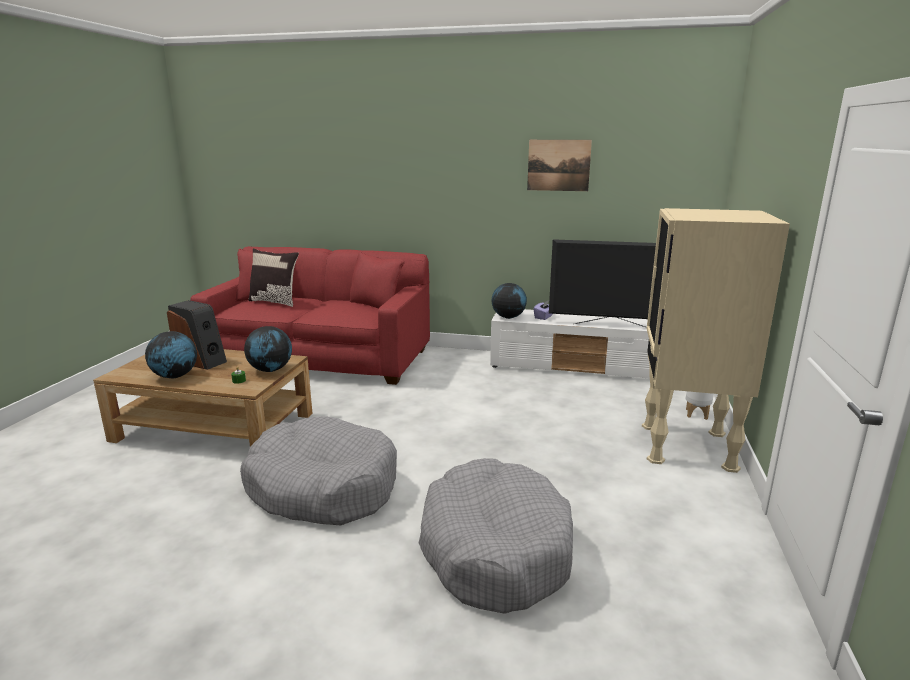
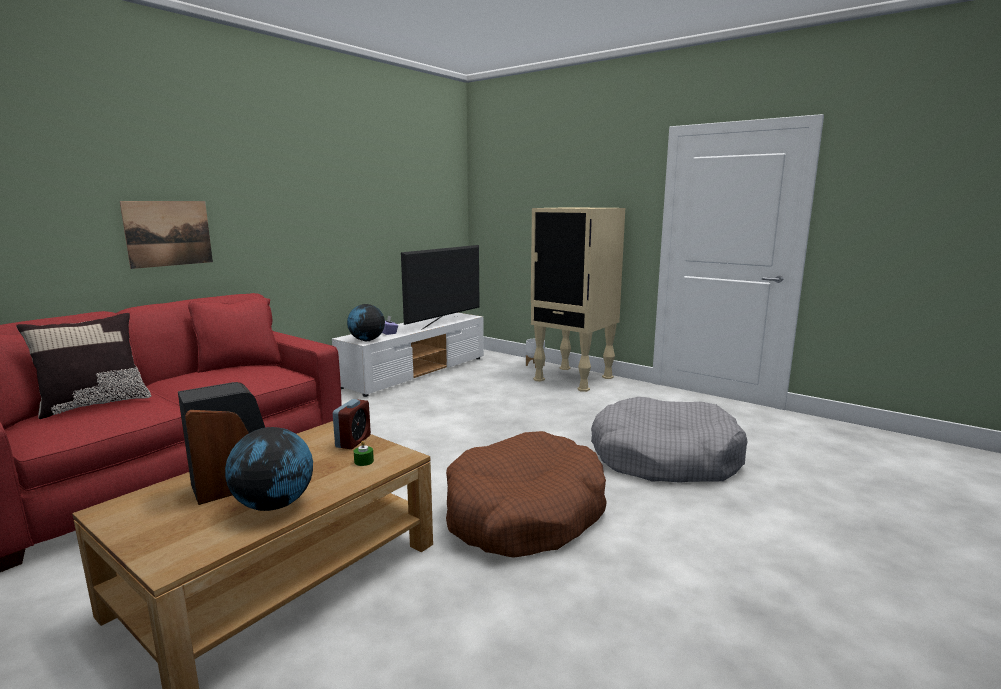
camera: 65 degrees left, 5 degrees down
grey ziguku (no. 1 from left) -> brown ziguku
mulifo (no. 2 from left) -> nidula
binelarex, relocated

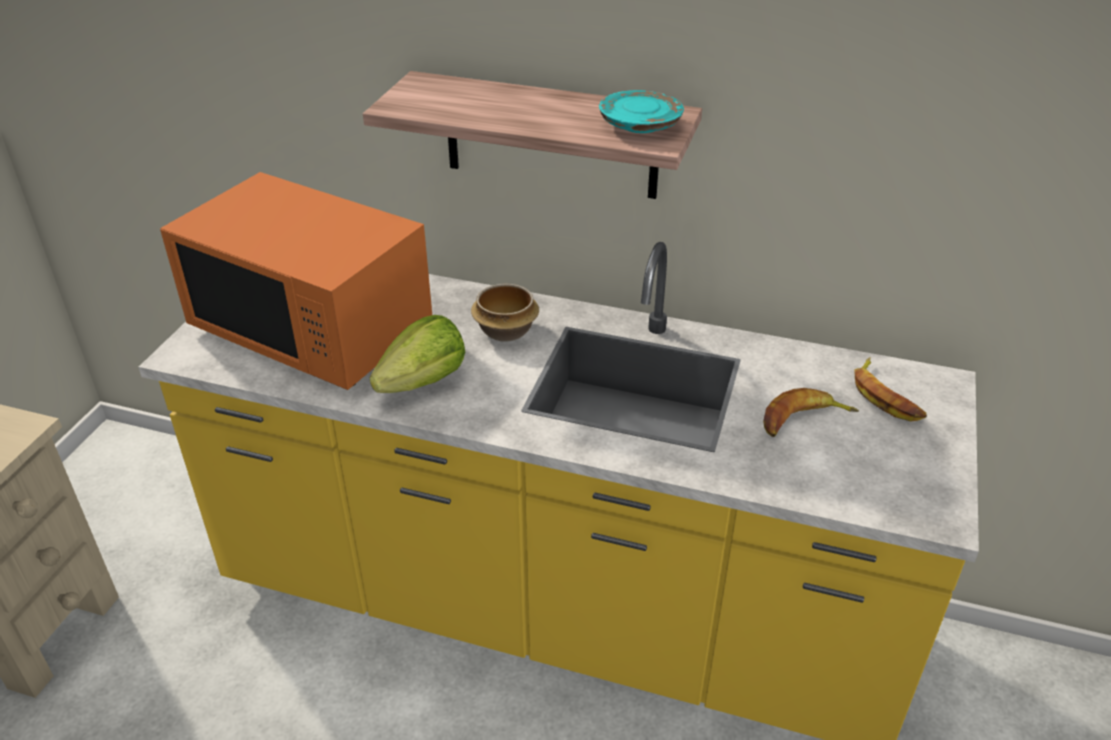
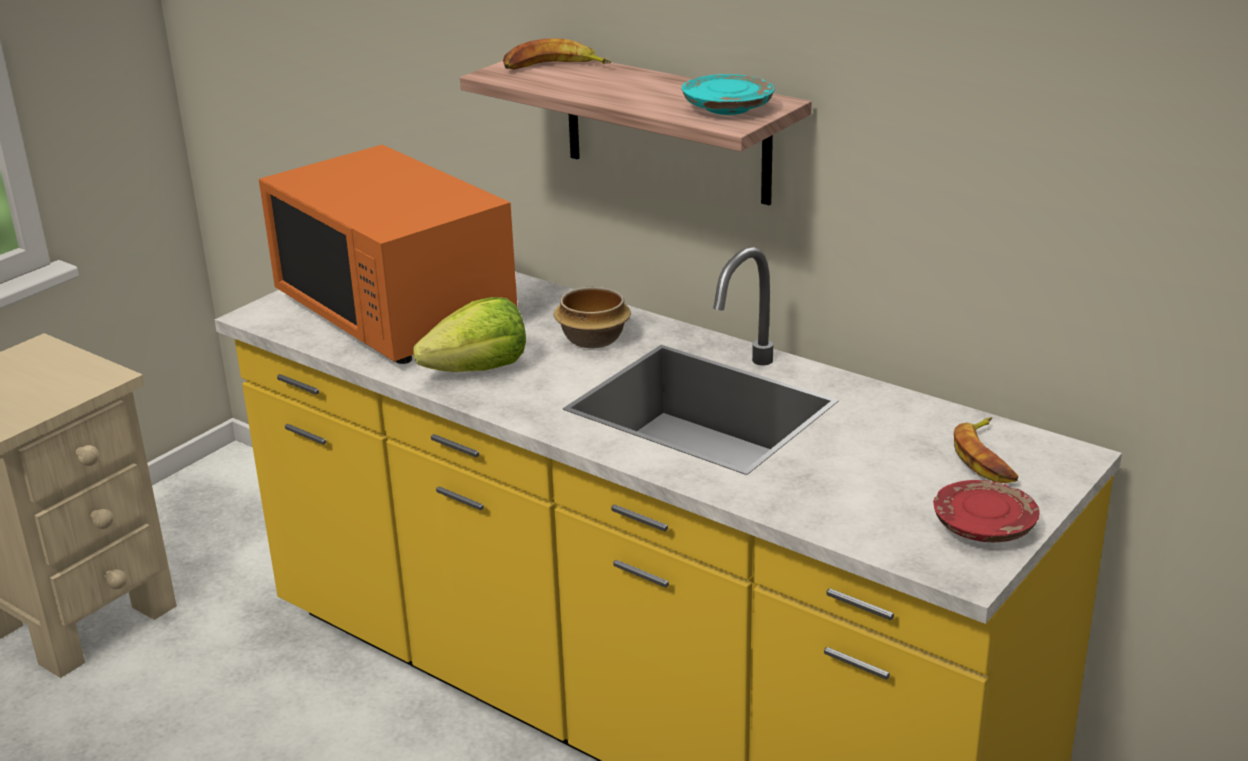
camera: 20 degrees right, 10 degrees down
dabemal (no. 1 from left), relocated
none -> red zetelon

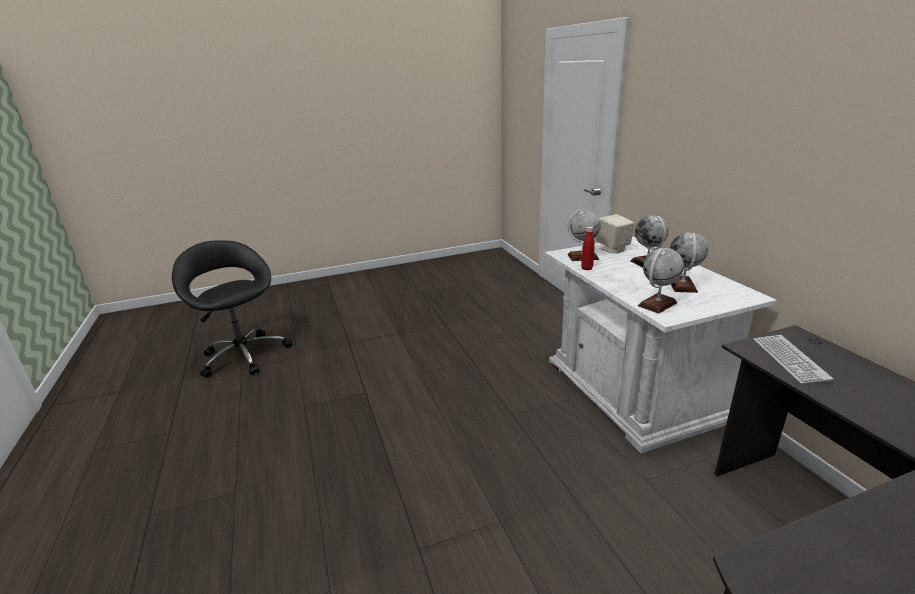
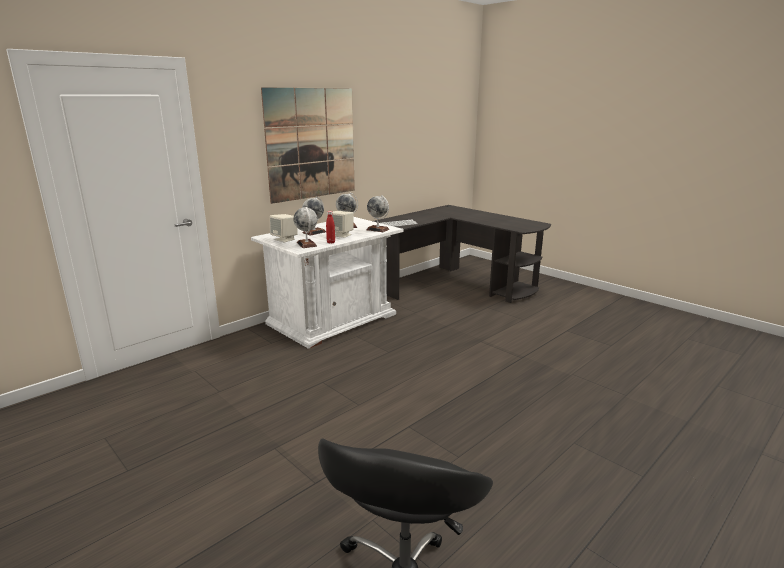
camera: 115 degrees left, 5 degrees down
none -> binelarex
none -> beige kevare (no. 2 from left)

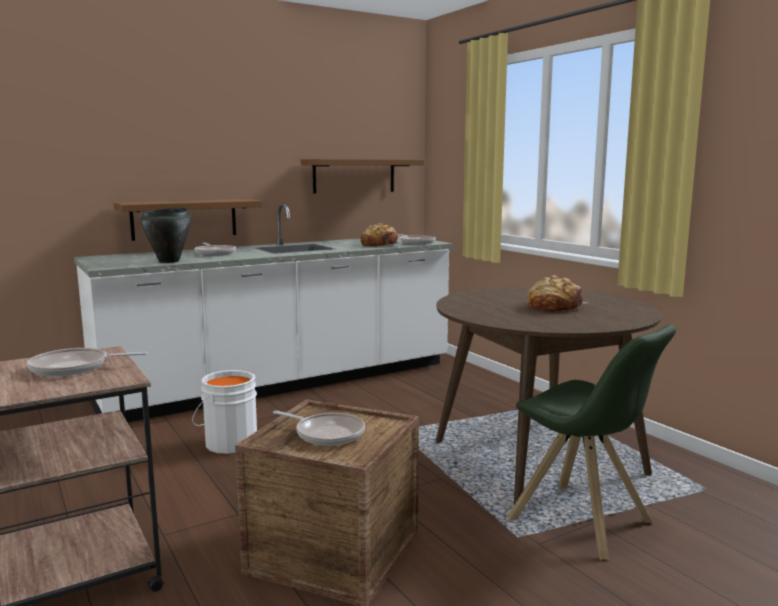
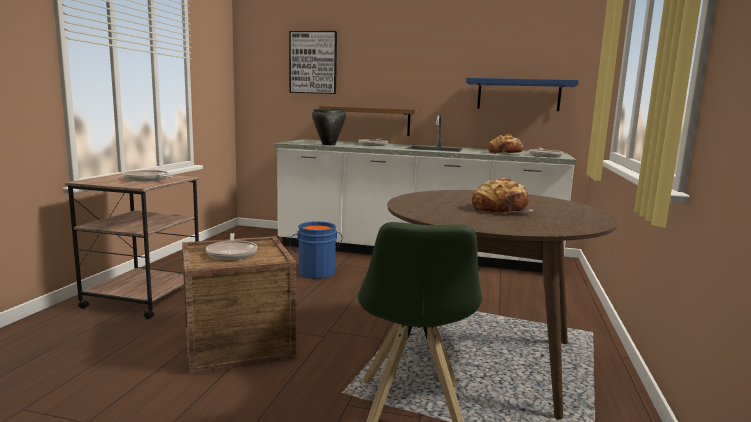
camera: 45 degrees right, 0 degrees up
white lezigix -> blue lezigix
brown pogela (no. 2 from left) -> blue pogela
none -> binelarex

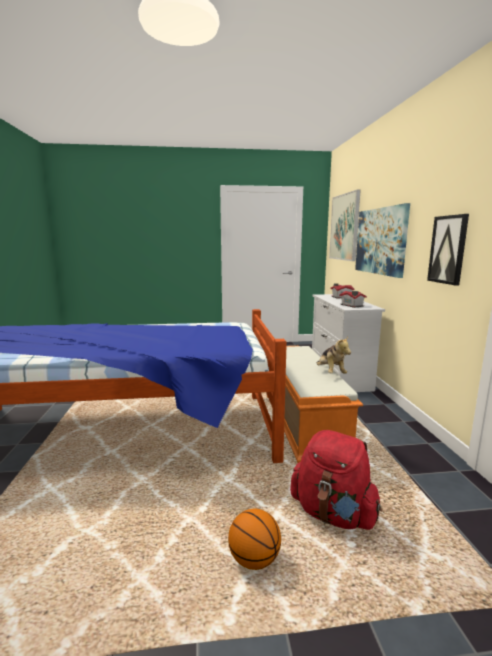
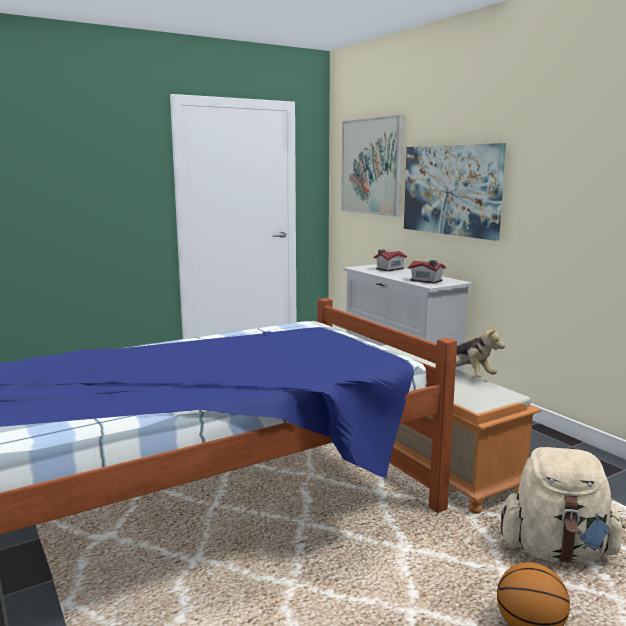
camera: 25 degrees left, 0 degrees up
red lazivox -> beige lazivox
binelarex (no. 3 from left) -> none

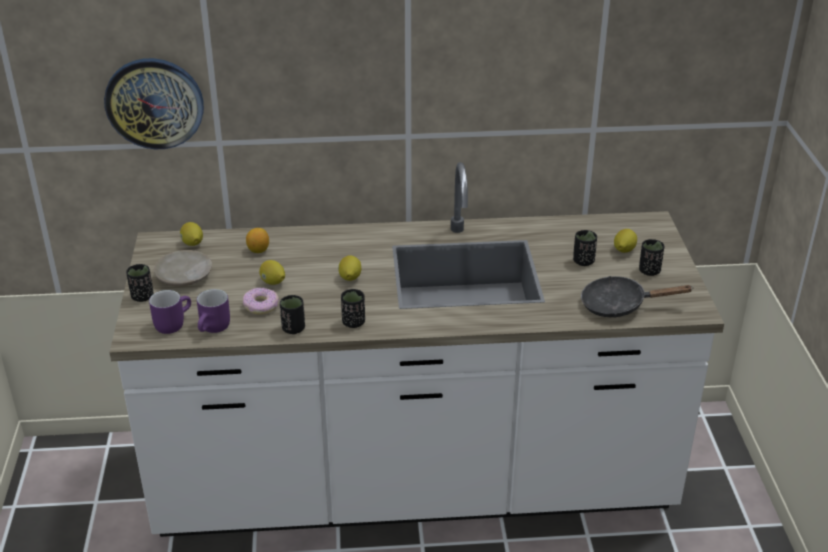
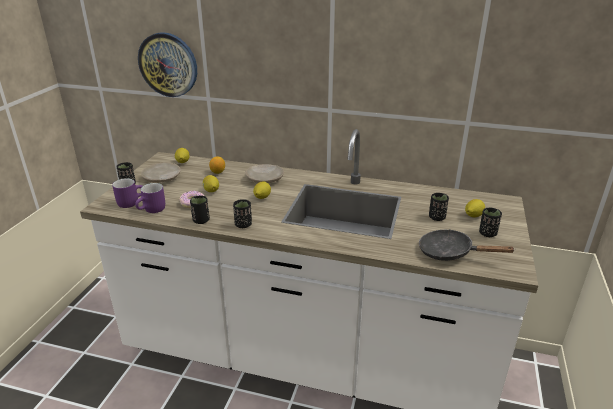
camera: 20 degrees right, 5 degrees down
none -> beige zetelon (no. 2 from left)

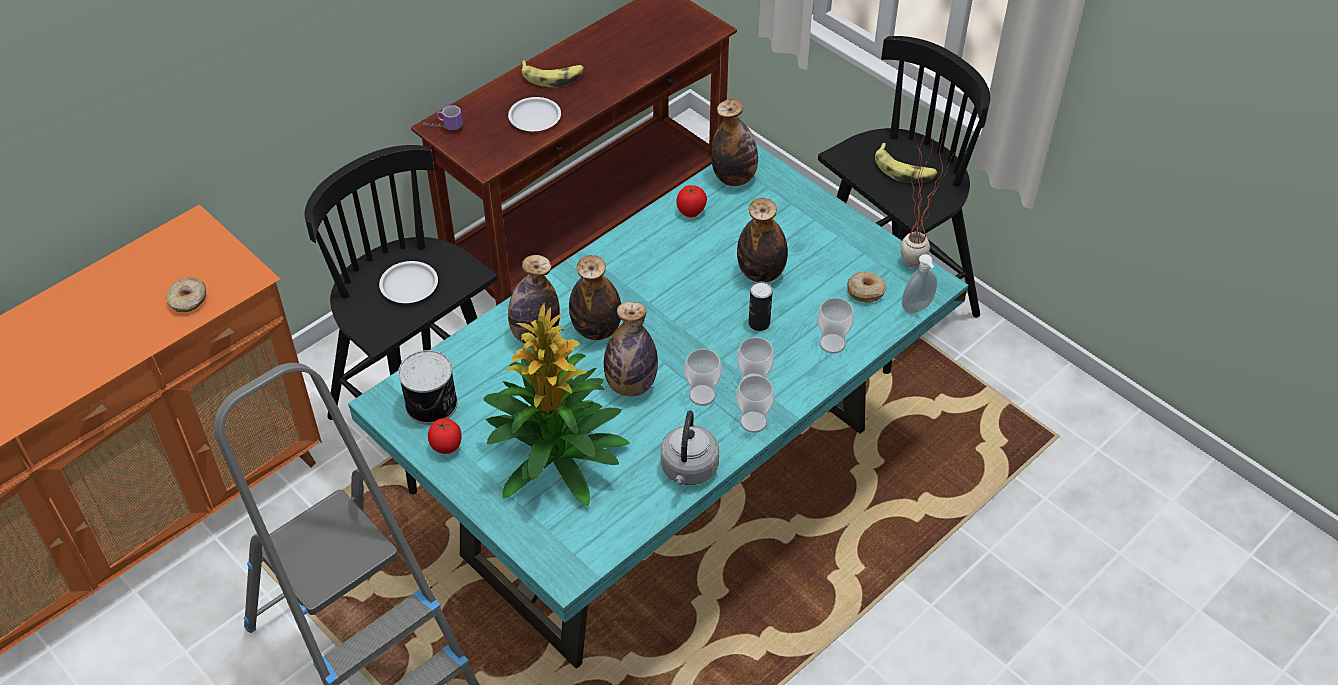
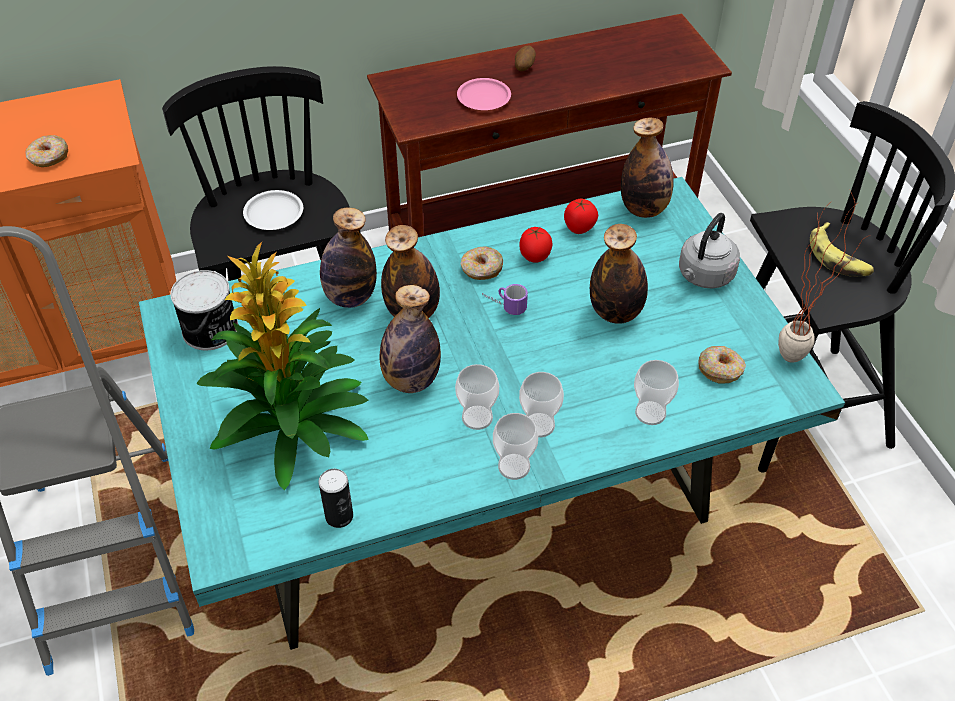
camera: 25 degrees right, 0 degrees up
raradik, relocated
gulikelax (no. 1 from left), relocated
white zetelon (no. 2 from left) -> pink zetelon
dabemal (no. 1 from left) -> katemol
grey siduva, relocated
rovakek (no. 2 from left), relocated
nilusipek -> none
none -> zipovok (no. 2 from left)

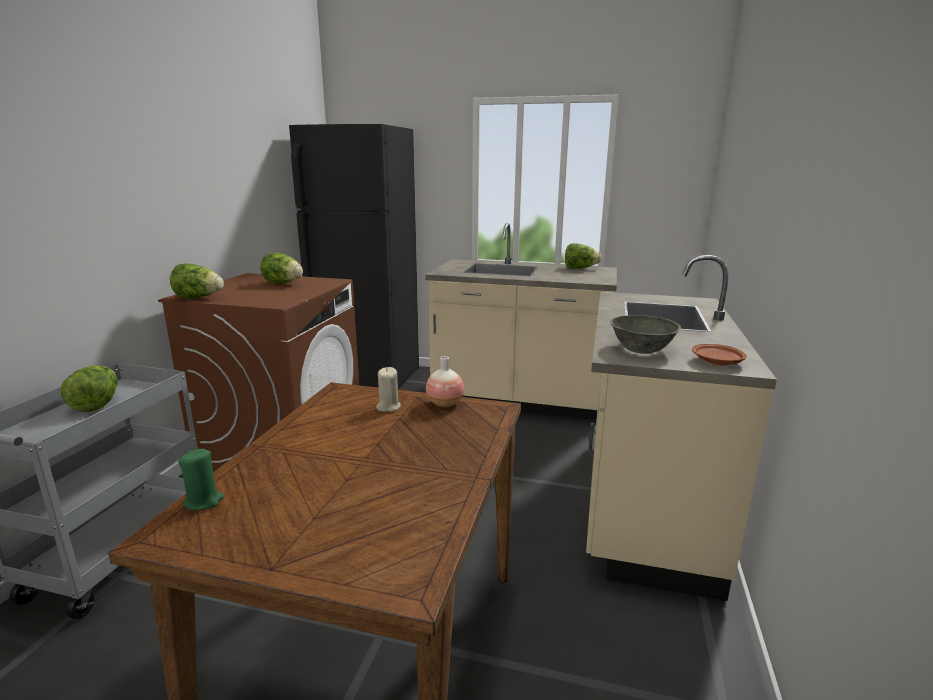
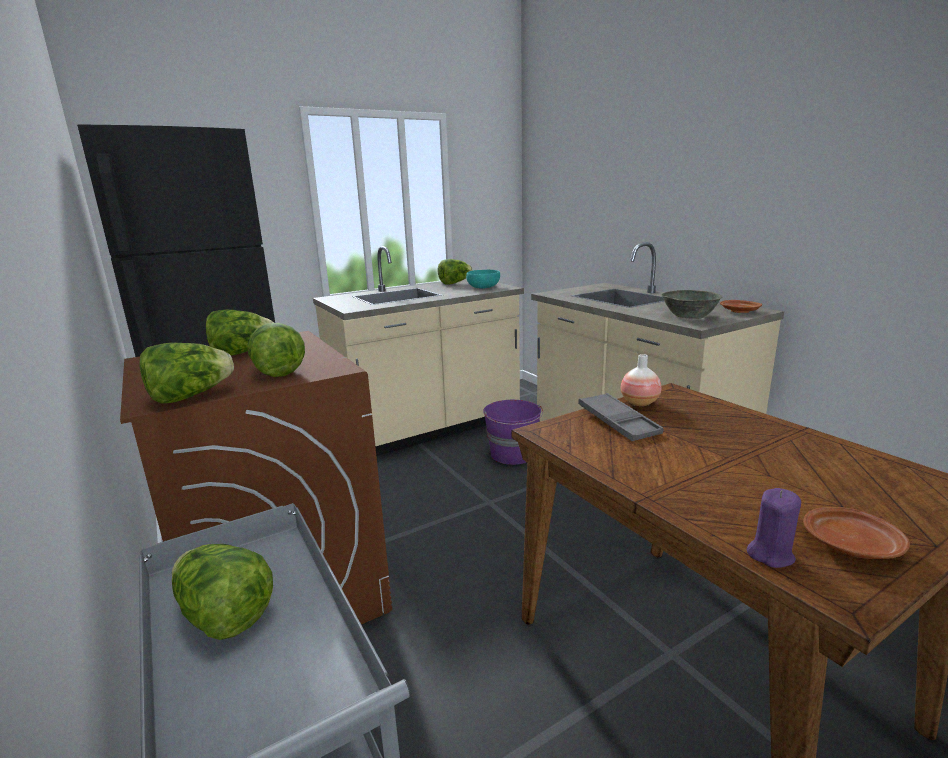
camera: 45 degrees left, 0 degrees up
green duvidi -> purple duvidi
beige duvidi -> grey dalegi
none -> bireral (no. 4 from left)
none -> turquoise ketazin
none -> purple lezigix
none -> brown zetelon (no. 2 from left)

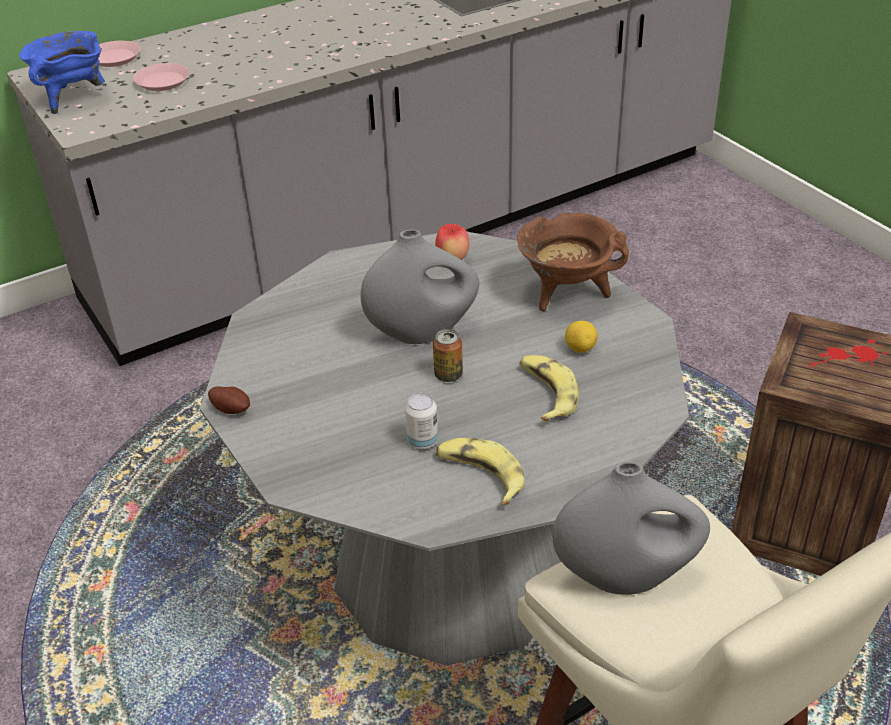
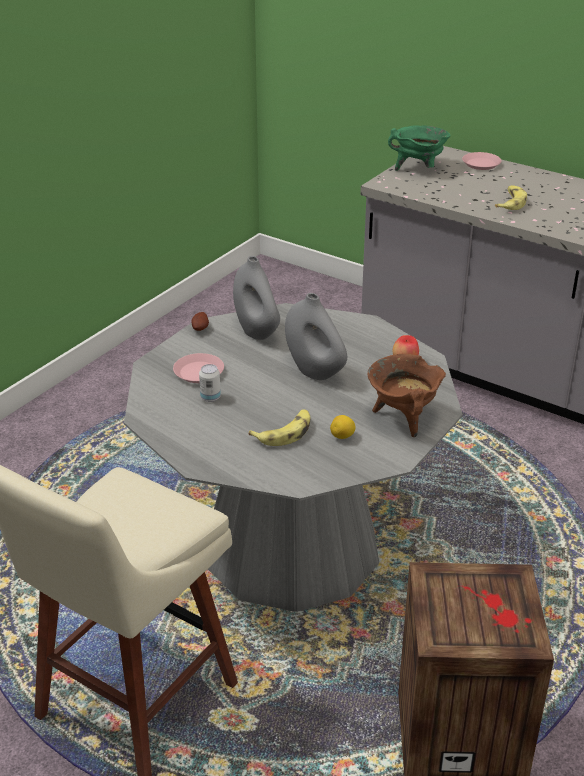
camera: 65 degrees right, 5 degrees down
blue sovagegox -> green sovagegox
pink zetelon (no. 2 from left in the first image) -> pink zetelon (no. 1 from left), relocated
rovakek (no. 2 from left) -> none
dabemal (no. 1 from left in the first image) -> dabemal (no. 2 from left), relocated
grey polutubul (no. 2 from left in the first image) -> grey polutubul (no. 1 from left), relocated

